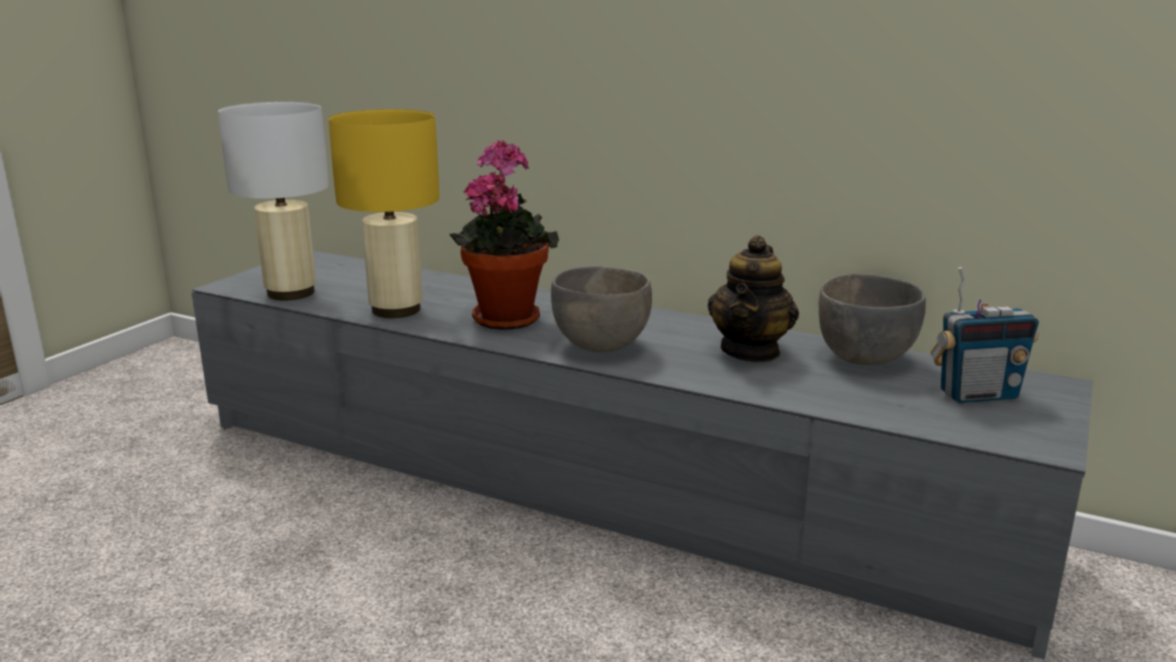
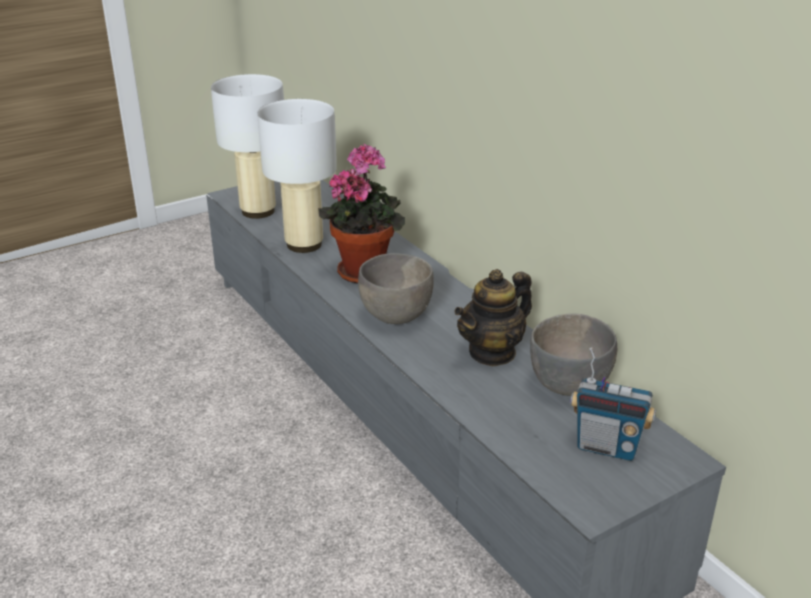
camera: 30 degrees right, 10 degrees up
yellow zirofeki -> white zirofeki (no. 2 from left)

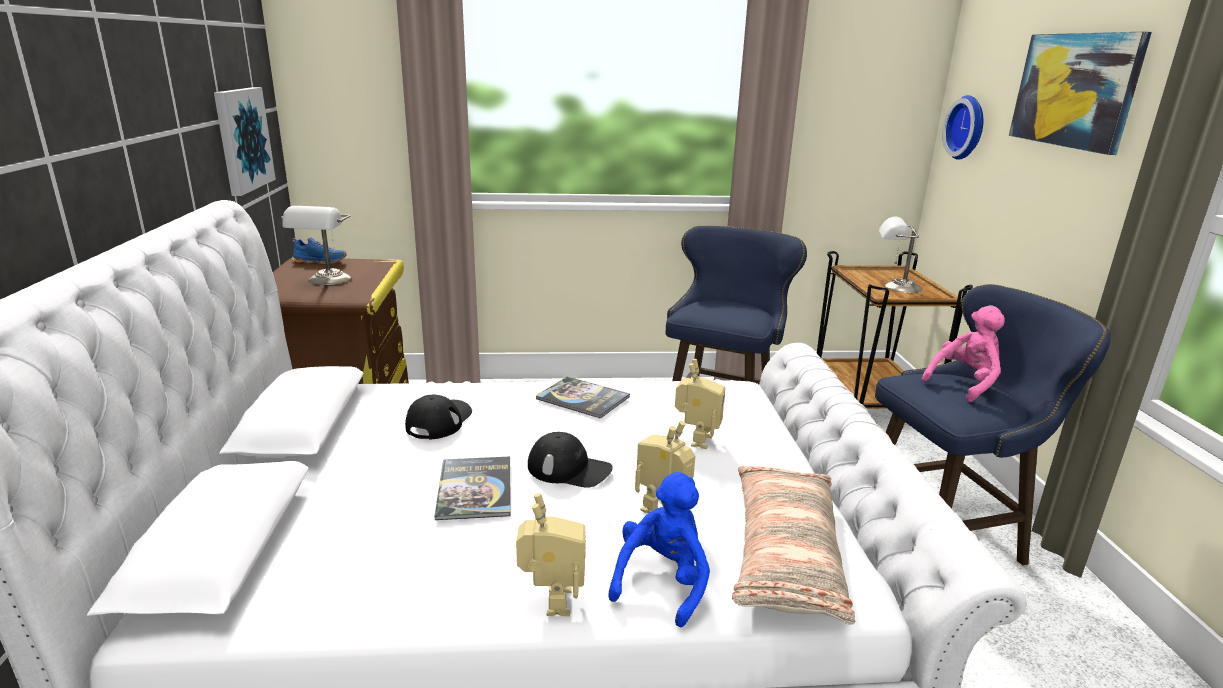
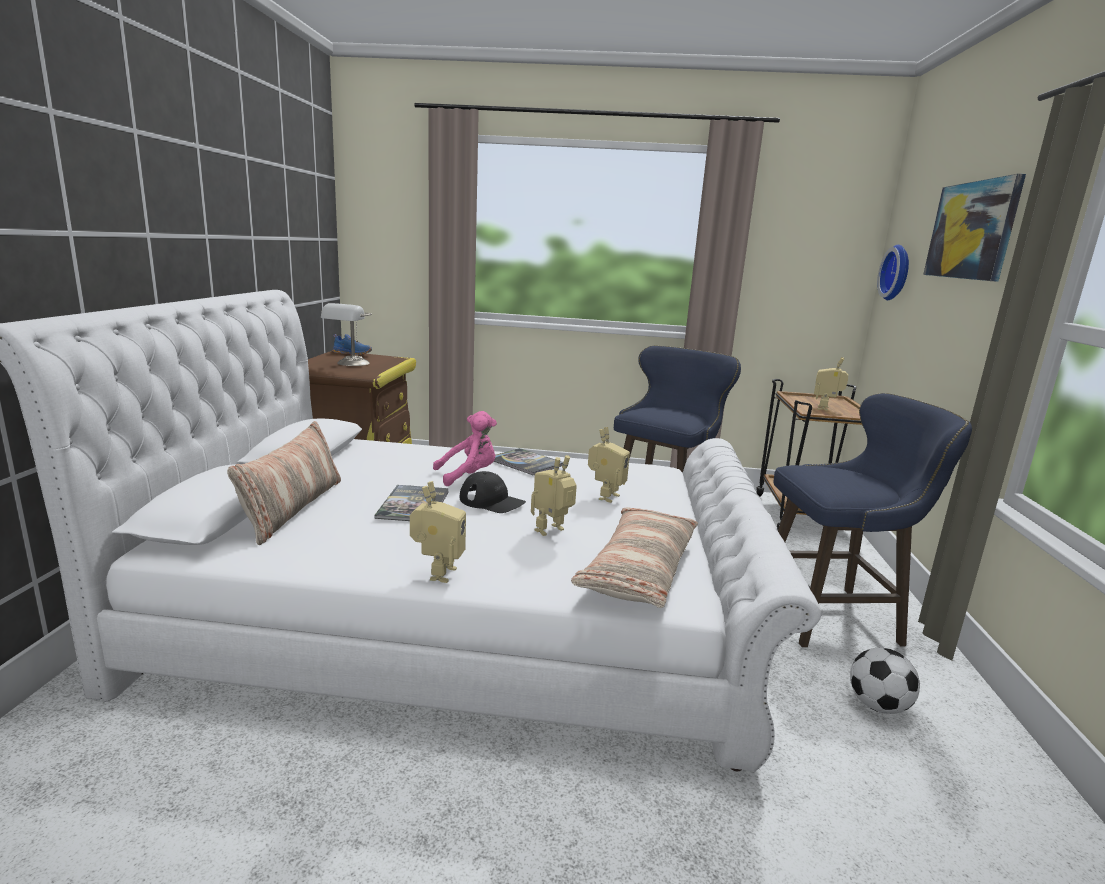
camera: 10 degrees right, 5 degrees down
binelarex (no. 1 from left) -> none
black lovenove (no. 1 from left) -> none
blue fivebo -> none
white zirofeki (no. 2 from left) -> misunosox (no. 4 from left)
pink fivebo, relocated
none -> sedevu (no. 1 from left)
none -> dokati

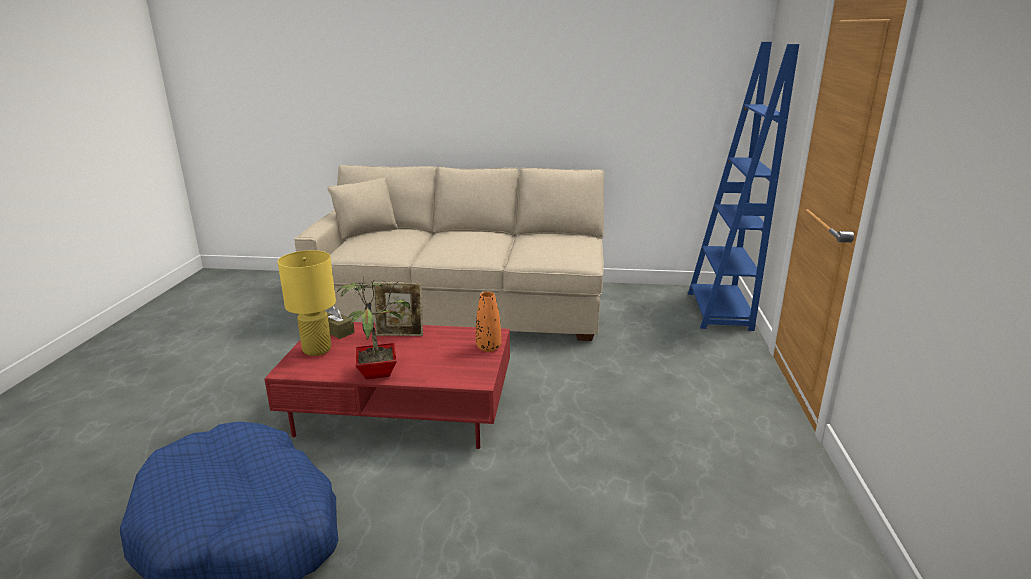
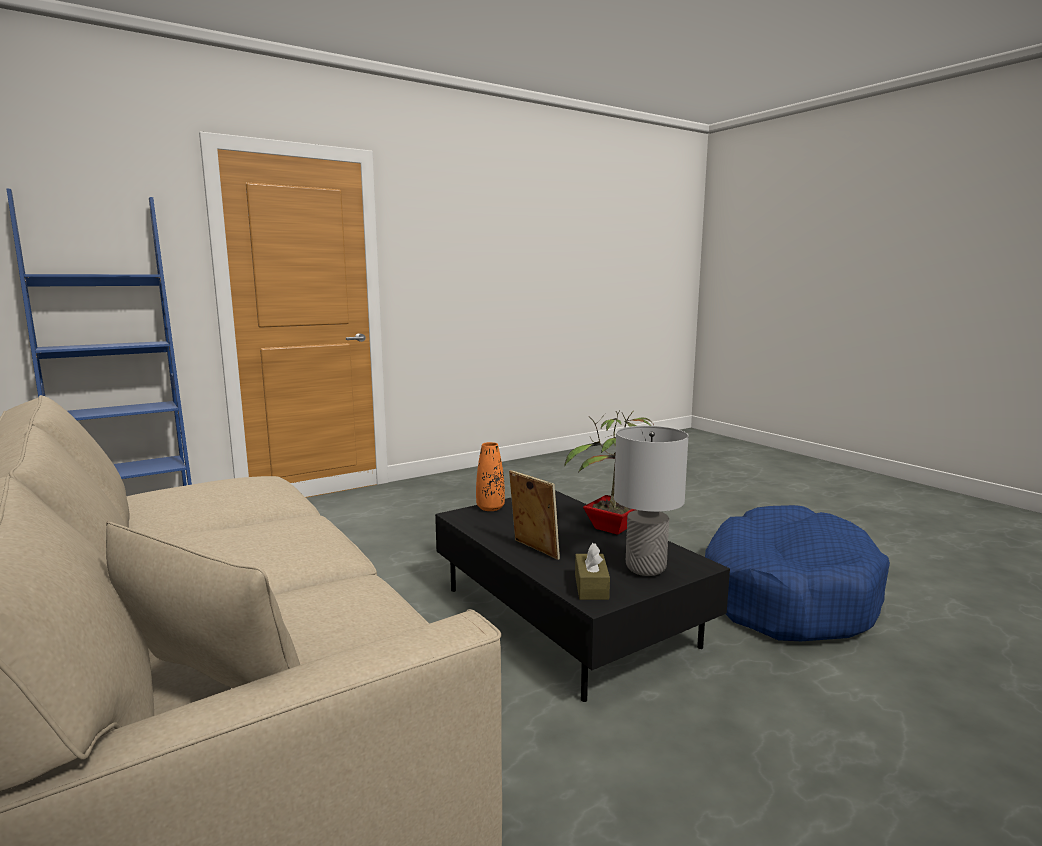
camera: 130 degrees left, 10 degrees down
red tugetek -> black tugetek
yellow zirofeki -> grey zirofeki

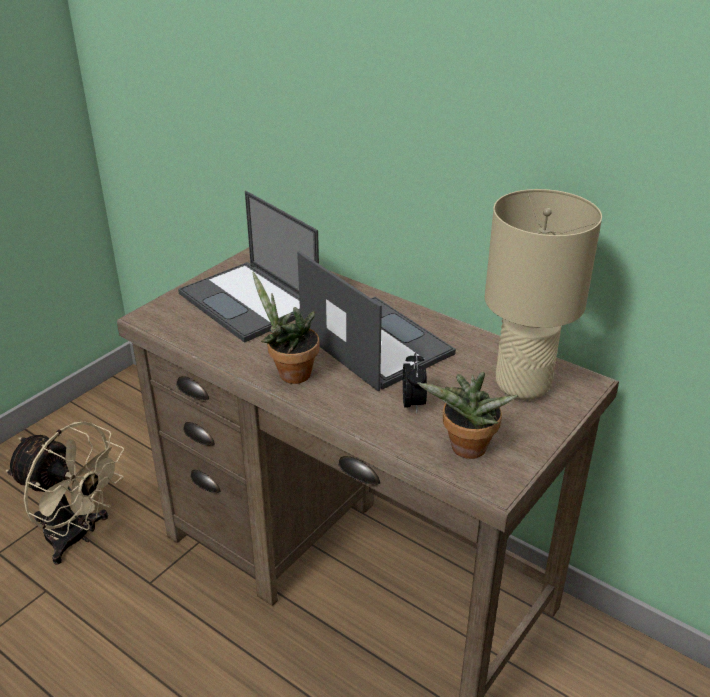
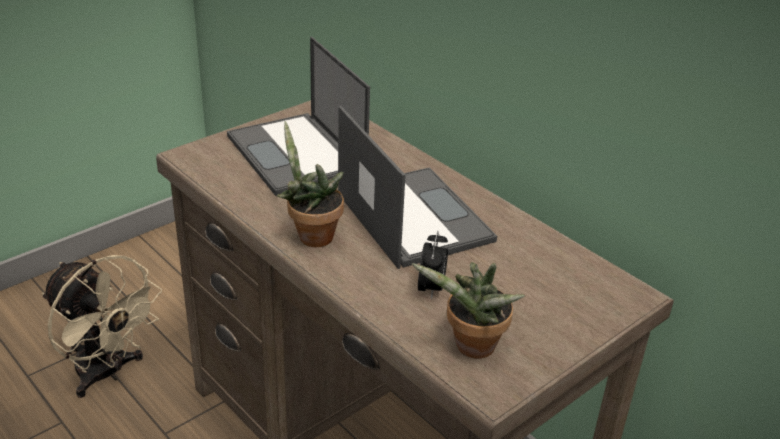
camera: 10 degrees right, 0 degrees up
beige zirofeki -> none

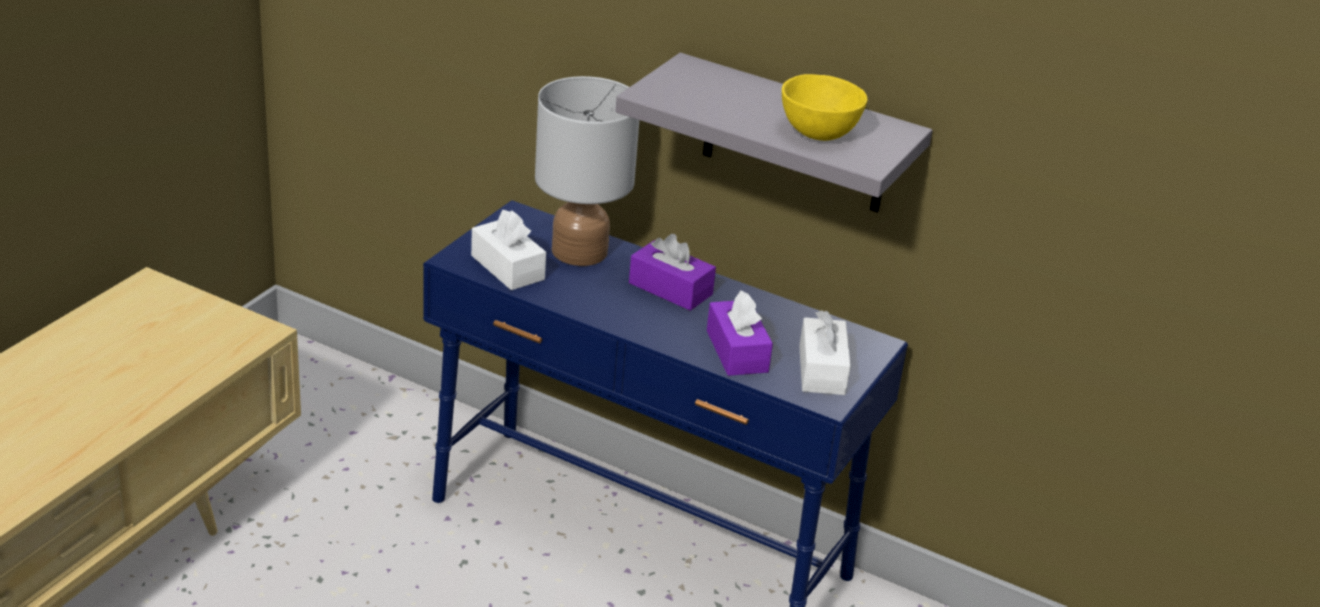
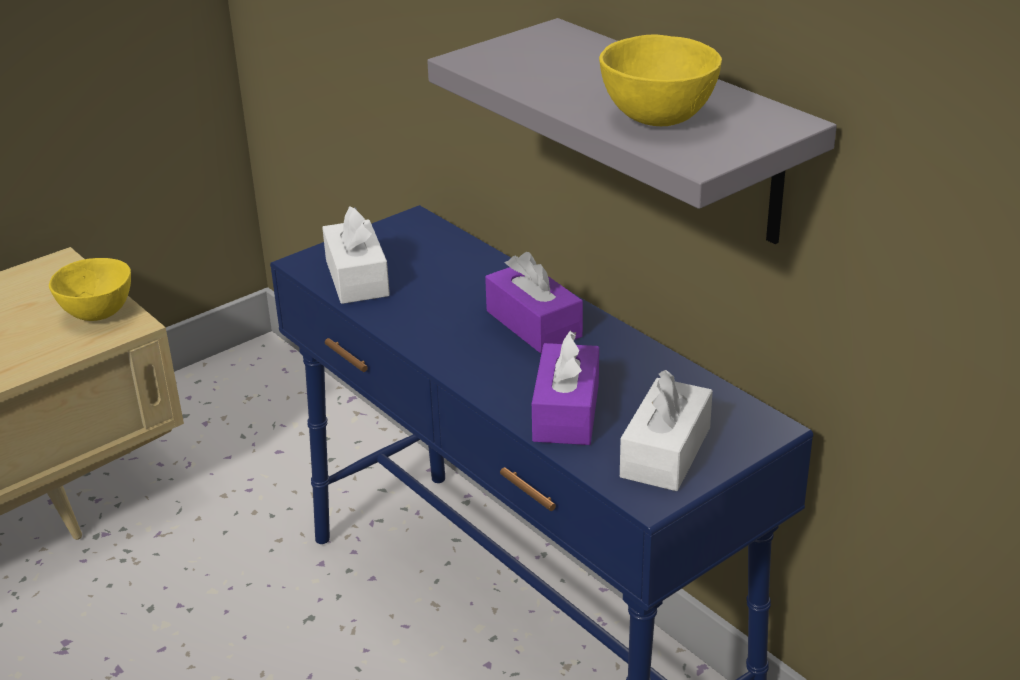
camera: 25 degrees right, 0 degrees up
grey zirofeki -> none
none -> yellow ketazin (no. 1 from left)

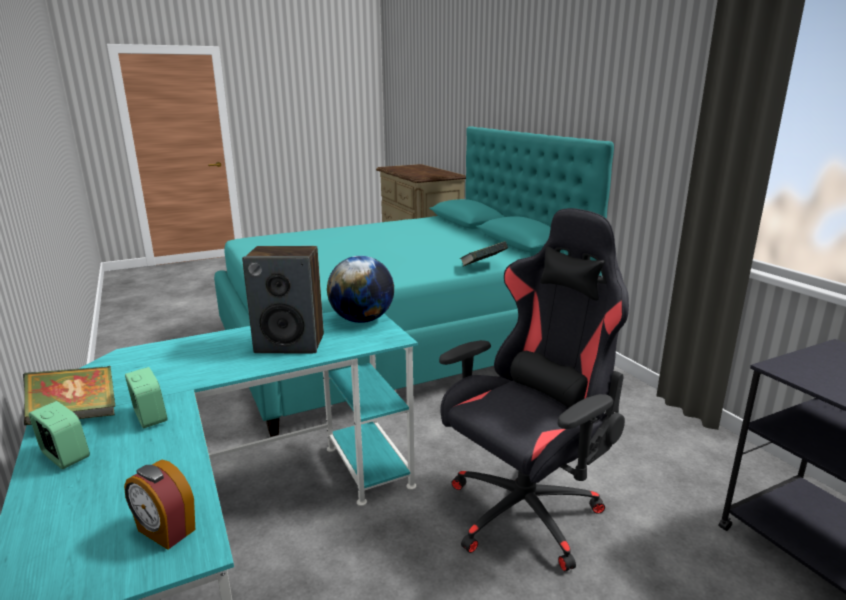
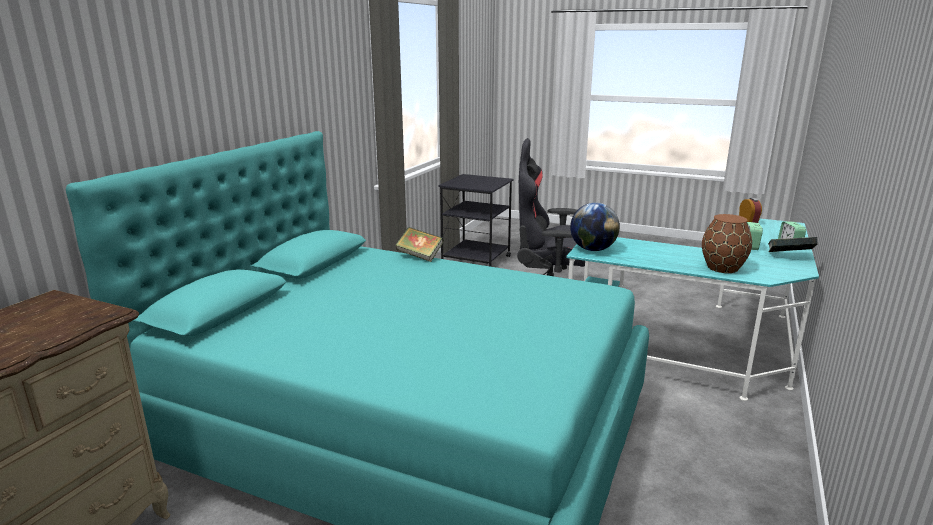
camera: 130 degrees left, 0 degrees up
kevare -> none
none -> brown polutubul

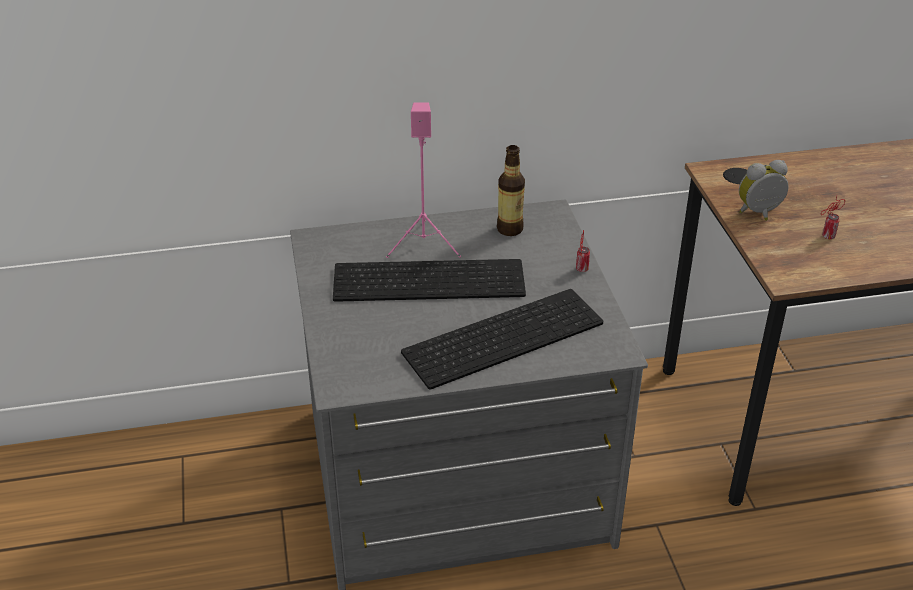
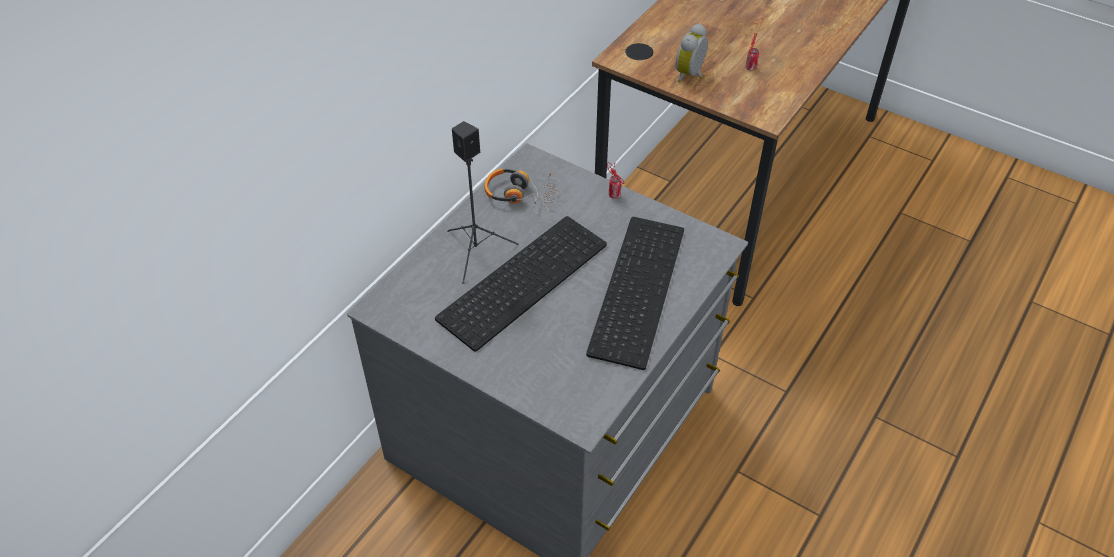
camera: 45 degrees left, 10 degrees up
pink kevare -> black kevare
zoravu -> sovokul

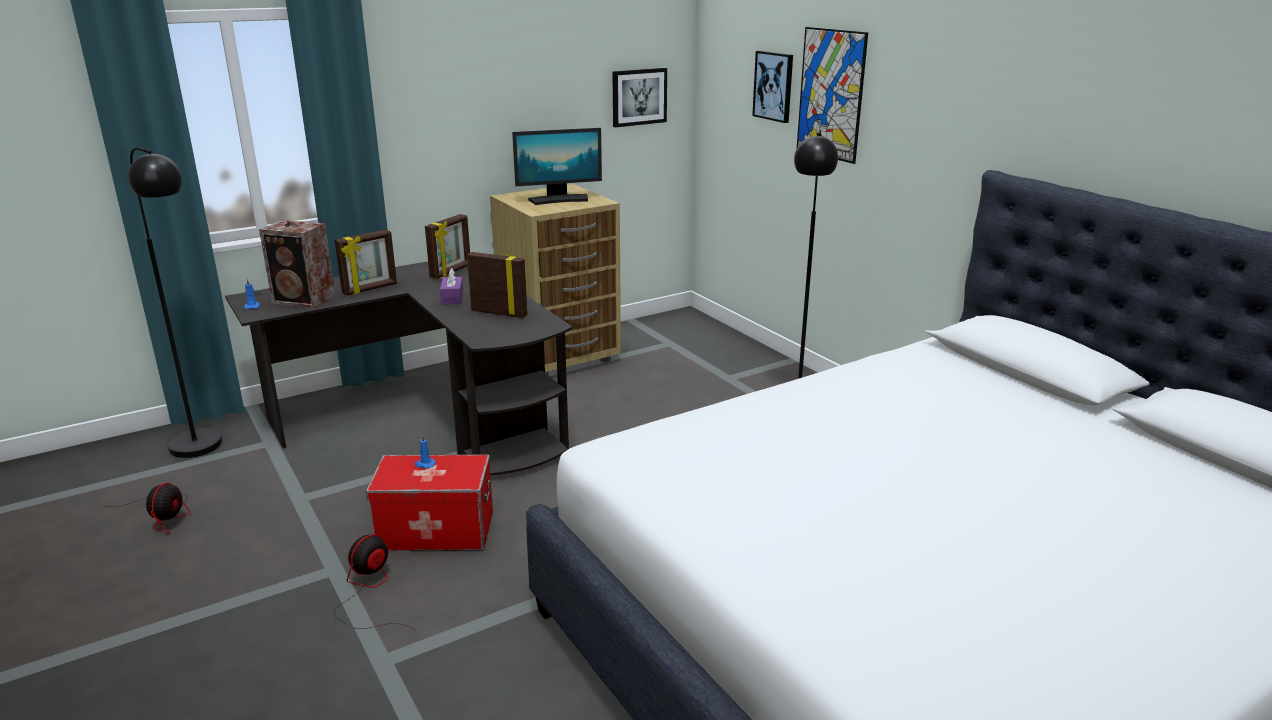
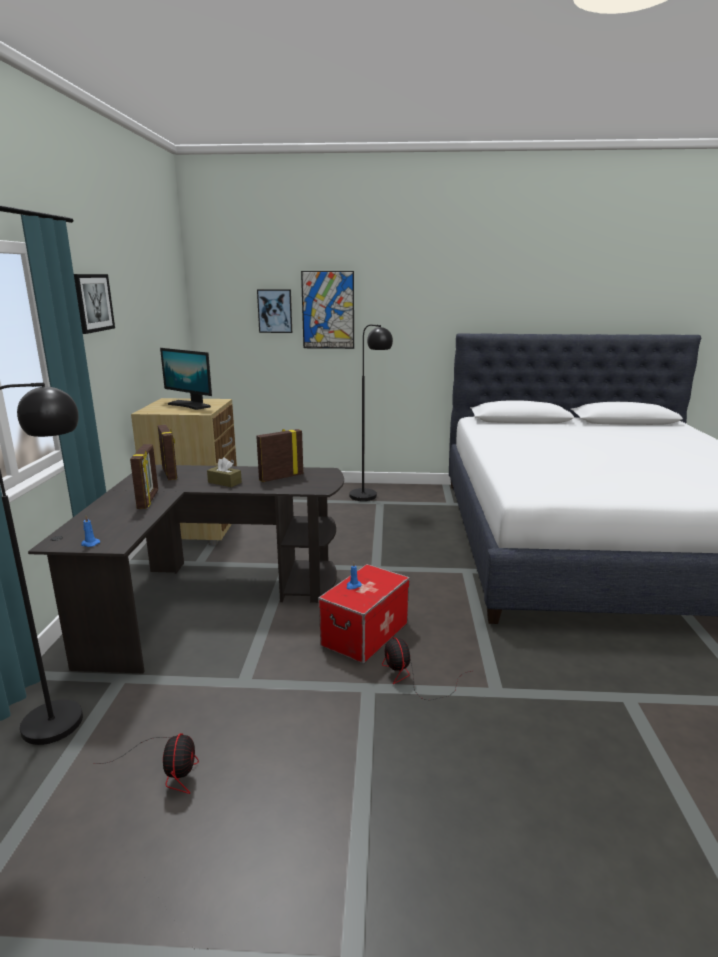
camera: 55 degrees left, 5 degrees down
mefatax (no. 1 from left), 45 degrees clockwise
kevare -> none
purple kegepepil -> brown kegepepil
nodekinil, 105 degrees clockwise
binelarex (no. 1 from left), relocated

